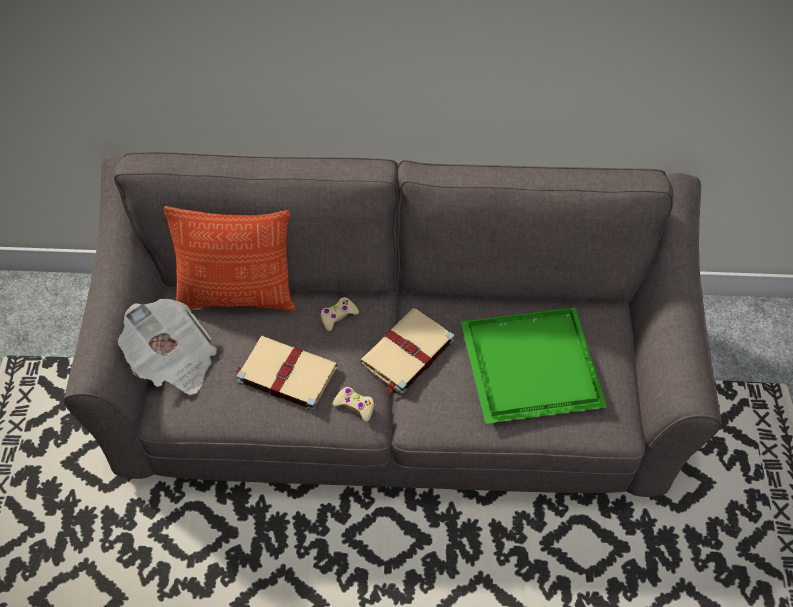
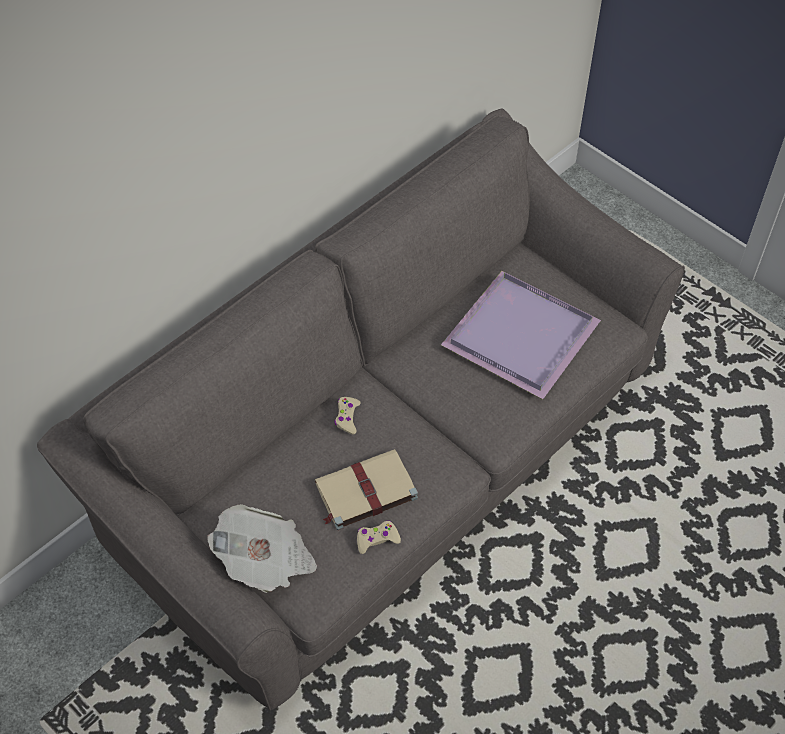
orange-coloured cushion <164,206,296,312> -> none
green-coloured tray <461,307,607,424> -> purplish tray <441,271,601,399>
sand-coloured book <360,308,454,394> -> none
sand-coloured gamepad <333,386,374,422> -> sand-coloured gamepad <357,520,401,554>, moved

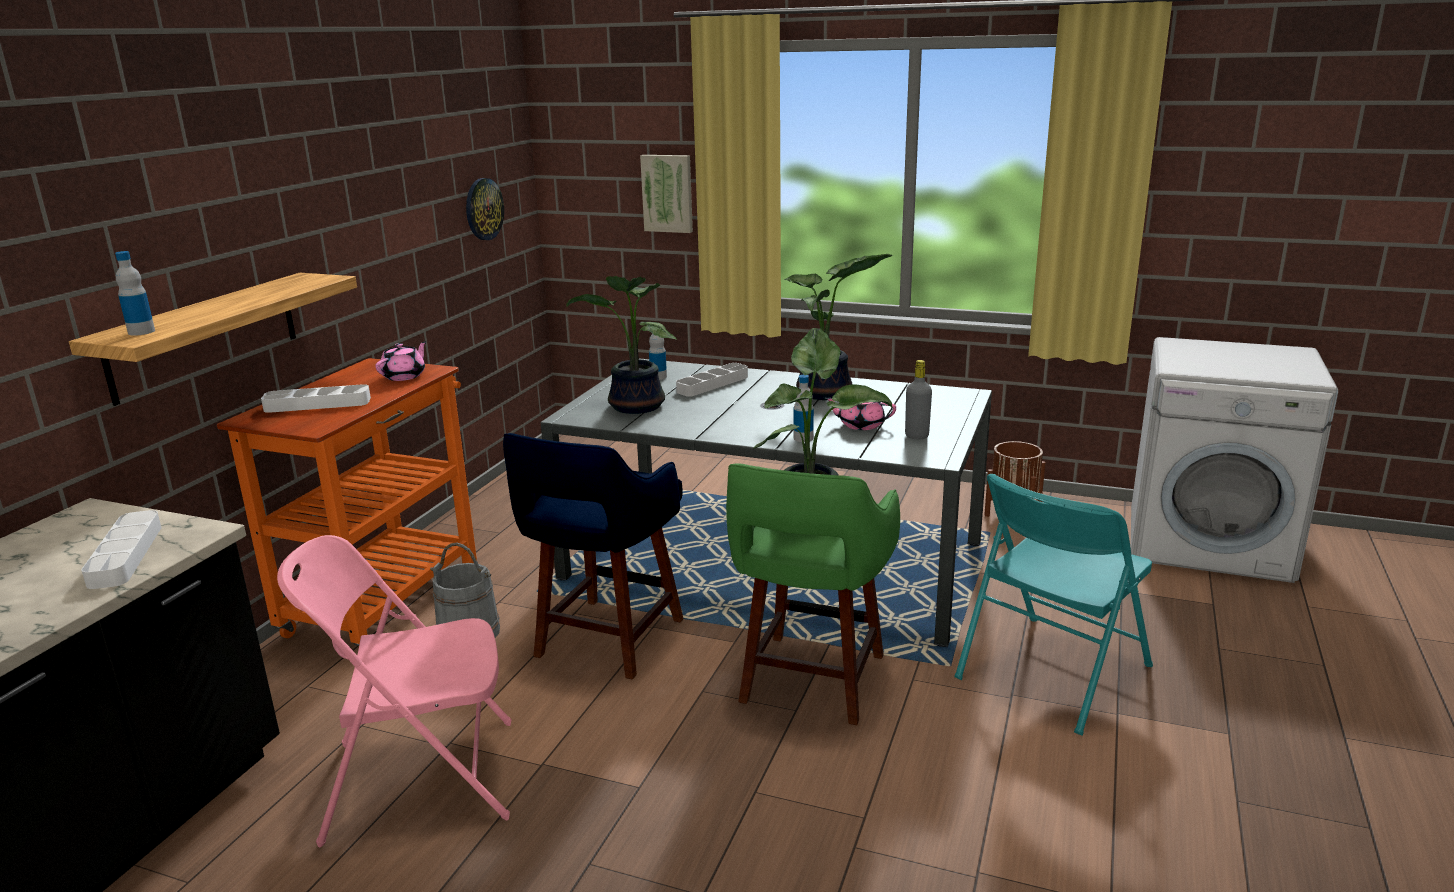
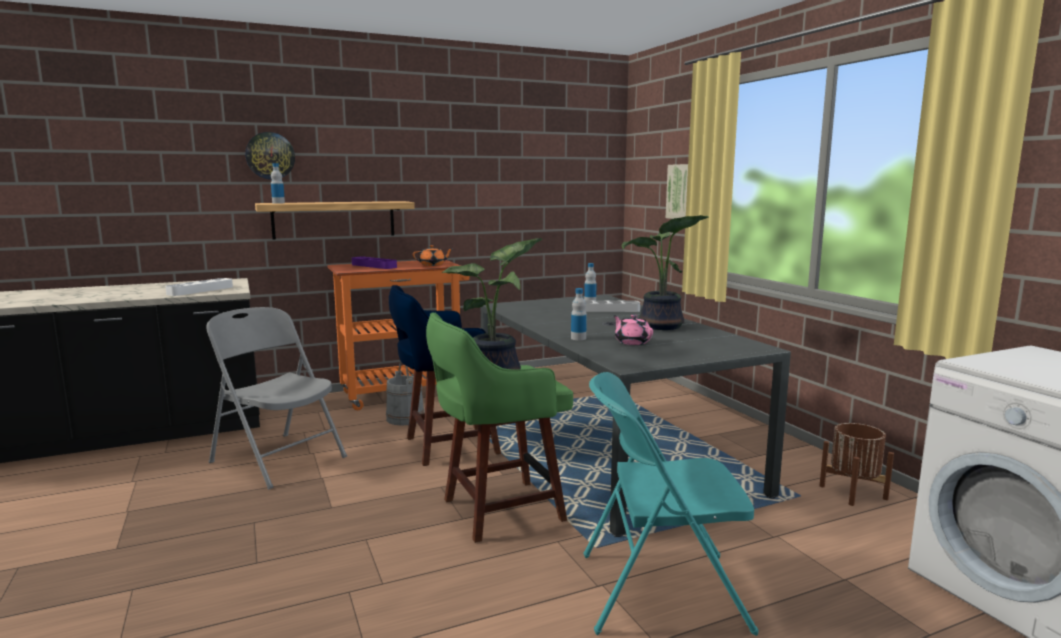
wall clock <466,178,504,240> -> wall clock <245,132,295,180>, moved
plant in a pot <567,276,677,414> -> none
pink pot for tea <375,341,427,381> -> orange-coloured pot for tea <413,245,452,266>
gray drink bottle <905,360,932,439> -> none
white tray <261,384,371,413> -> purplish tray <352,257,397,269>
pink plain chair <277,535,511,848> -> gray plain chair <206,307,347,490>

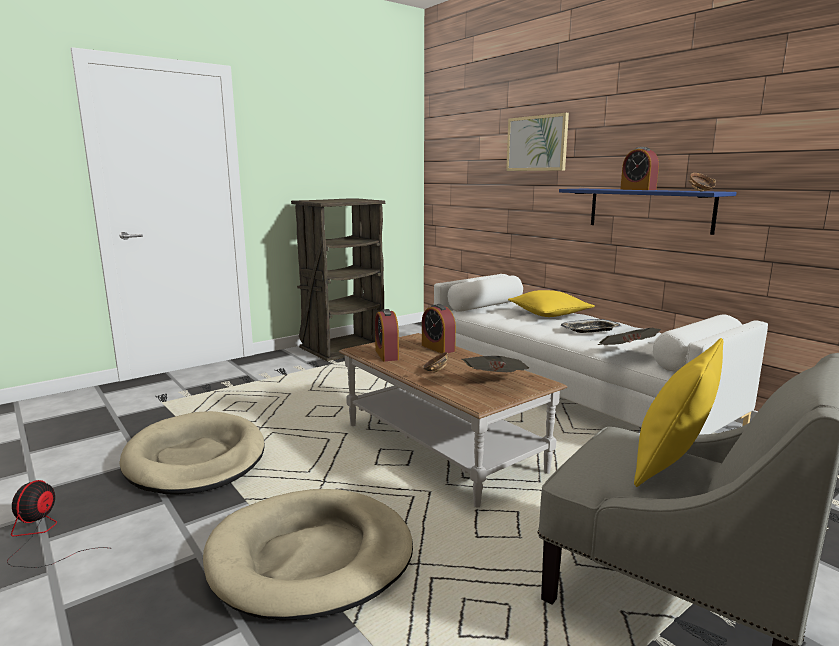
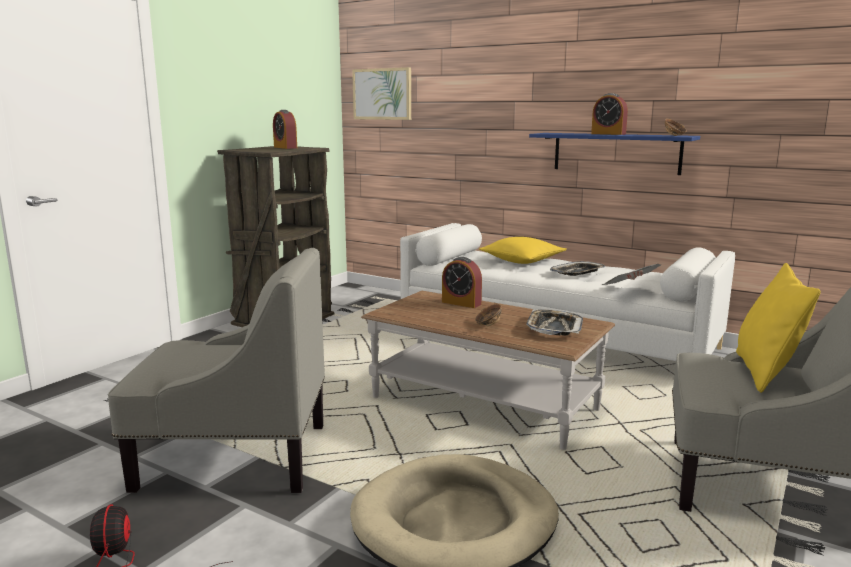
wall art <506,113,569,171> -> wall art <352,67,411,120>, moved
table clock <375,309,399,362> -> table clock <273,110,297,149>, moved
newspaper <461,356,529,372> -> tray <526,309,583,336>
sand-coloured dog bed <120,411,265,495> -> gray easy chair <108,248,325,493>

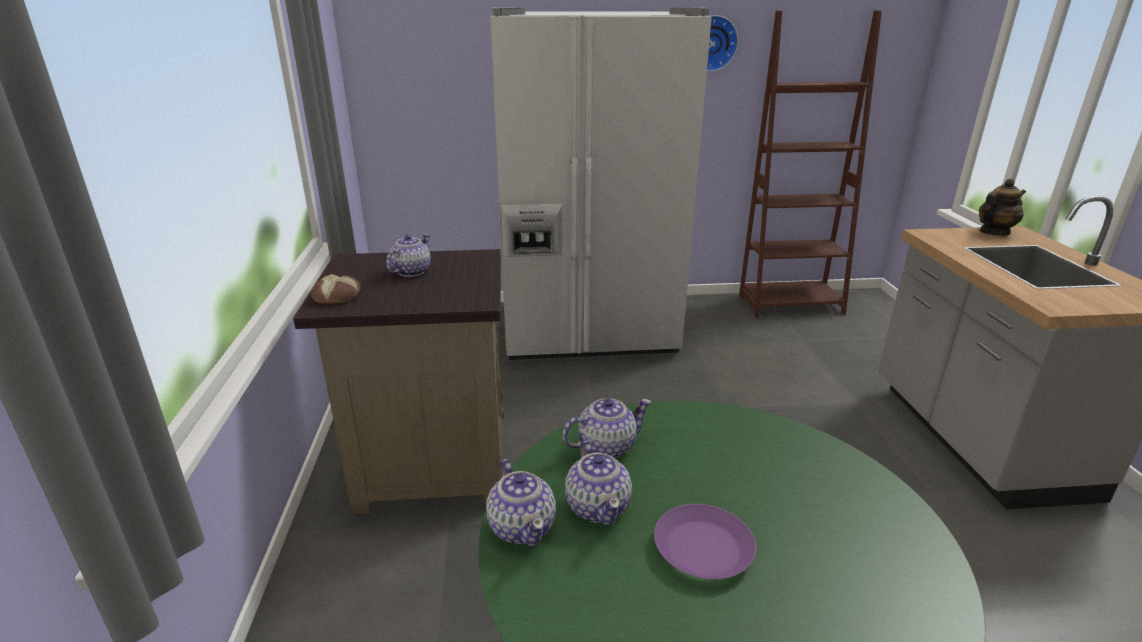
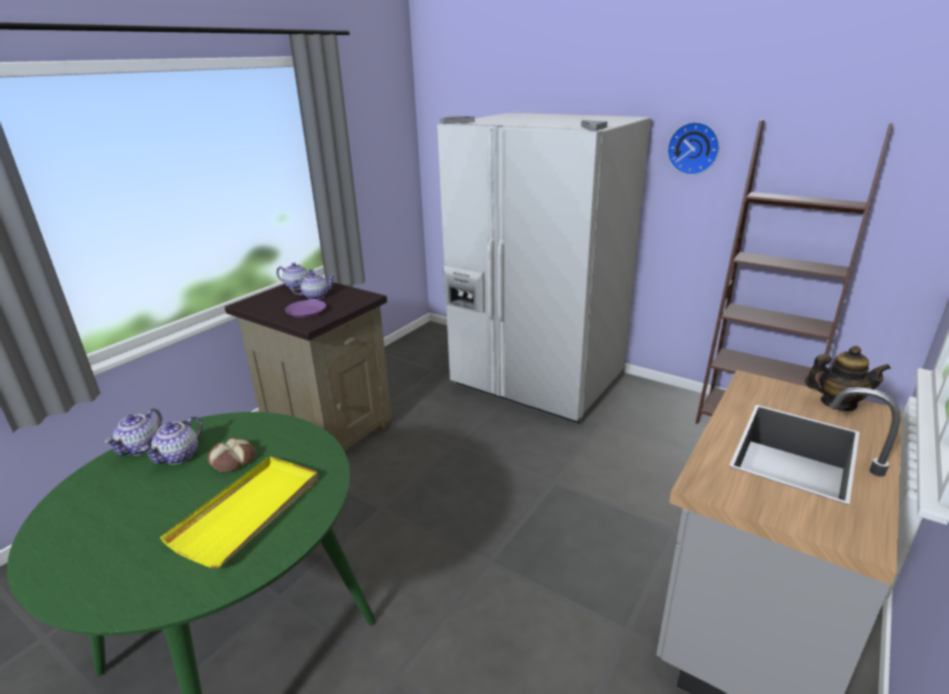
bakery bread <311,274,360,304> -> bakery bread <207,438,256,472>, moved
pot for tea <562,398,652,458> -> pot for tea <277,263,314,290>, moved
purplish plate <654,504,756,579> -> purplish plate <285,300,326,318>, moved
none -> yellowish tray <160,456,318,568>

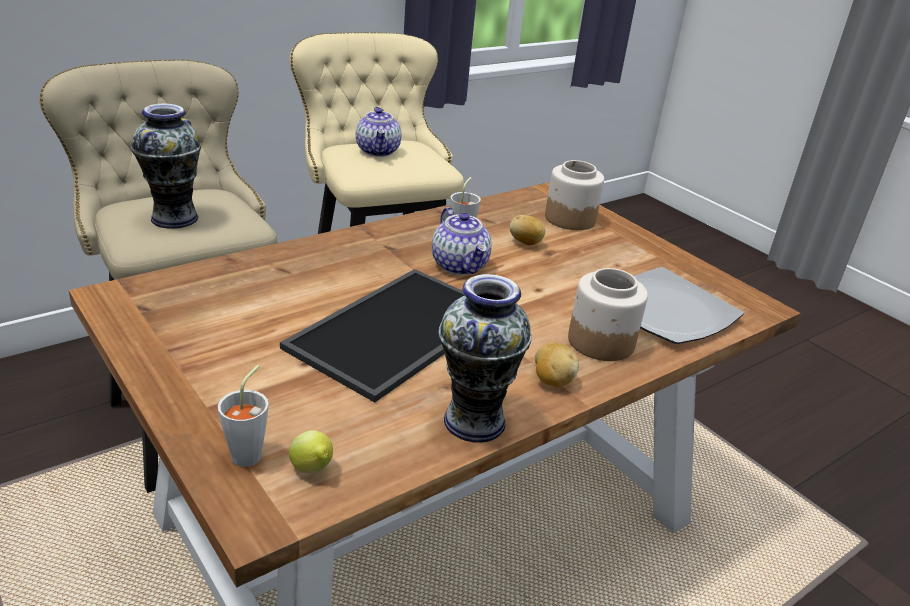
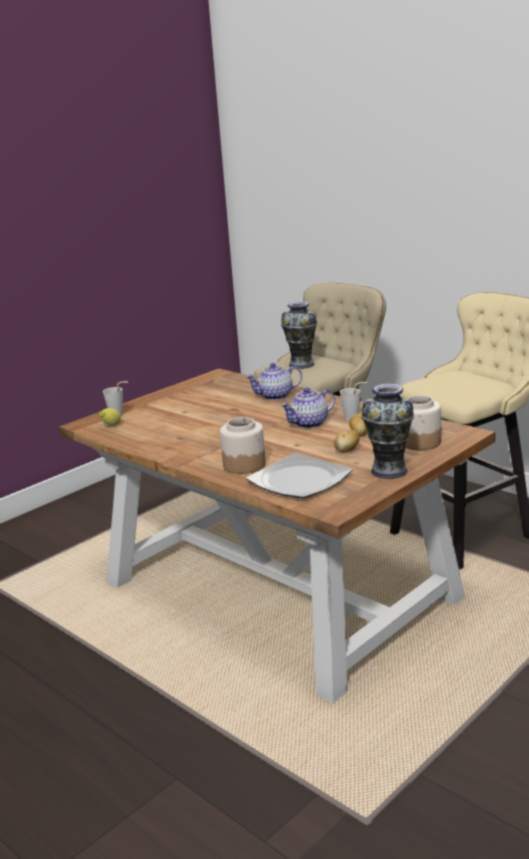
pot for tea <356,107,401,157> -> pot for tea <246,363,302,400>, moved
tray <280,269,465,403> -> none
flower vase <438,274,531,443> -> flower vase <362,384,414,479>, moved
potato <535,343,579,387> -> potato <334,430,360,452>, moved

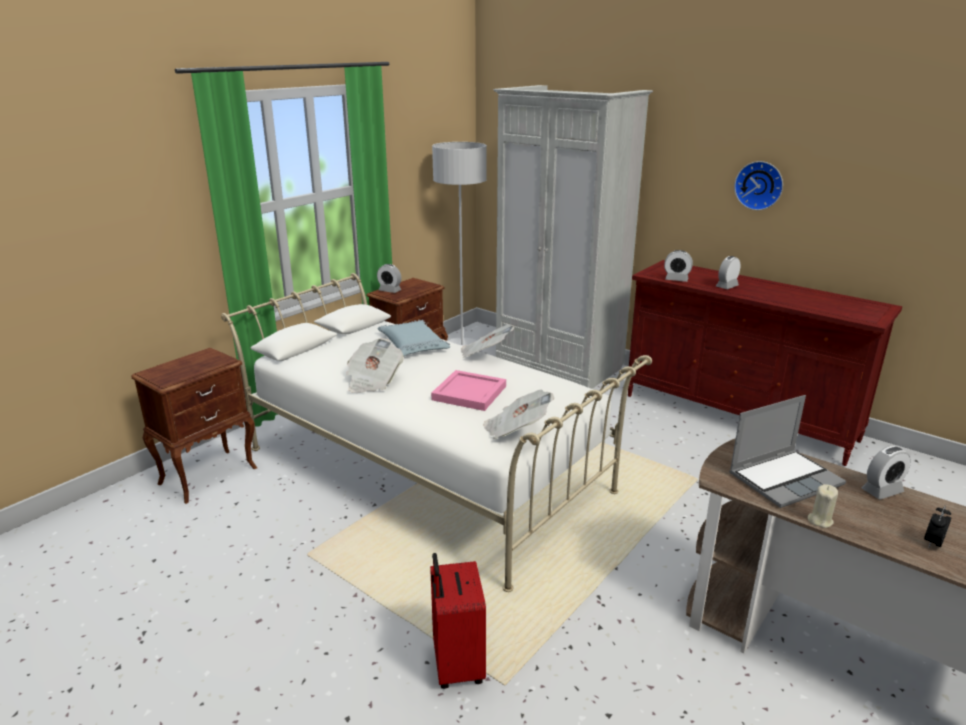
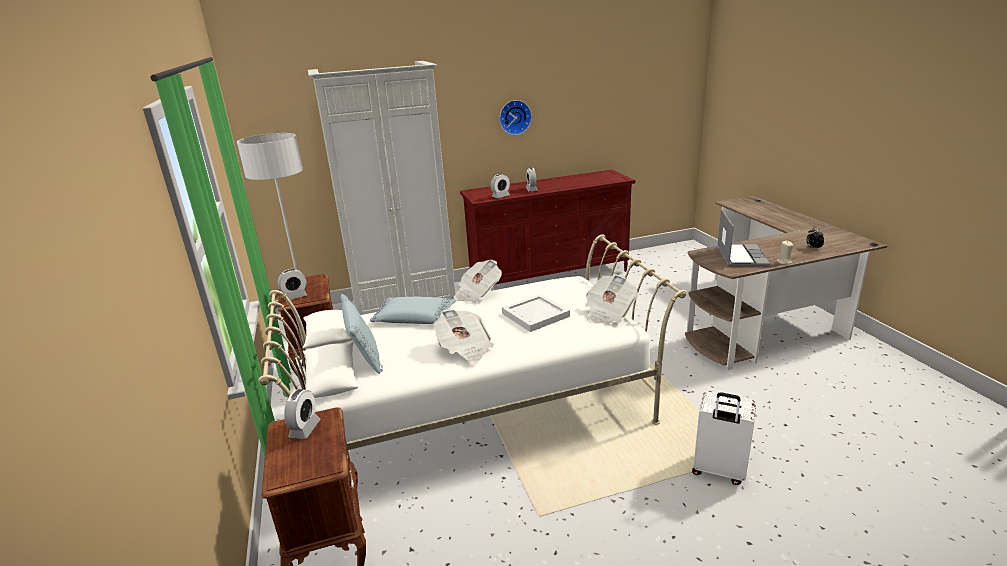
pink tray <431,370,506,411> -> white tray <502,294,570,332>
table clock <861,446,911,500> -> table clock <284,389,321,439>, moved
red-coloured piece of luggage <430,553,486,689> -> white piece of luggage <692,392,756,485>
none -> bluish cushion <341,294,383,374>

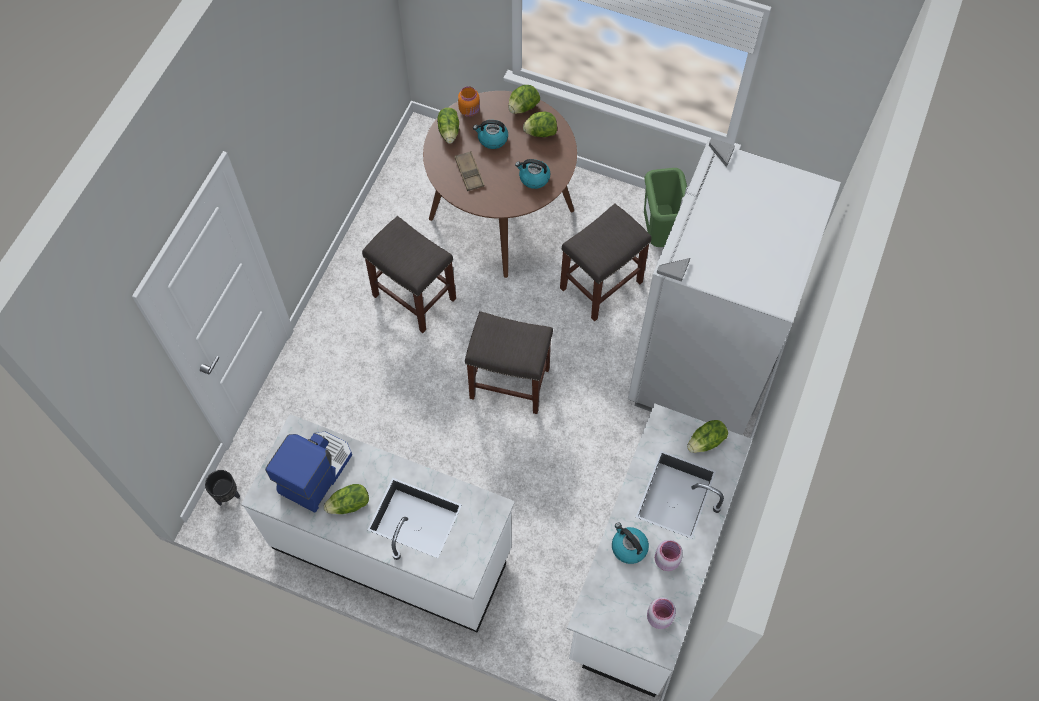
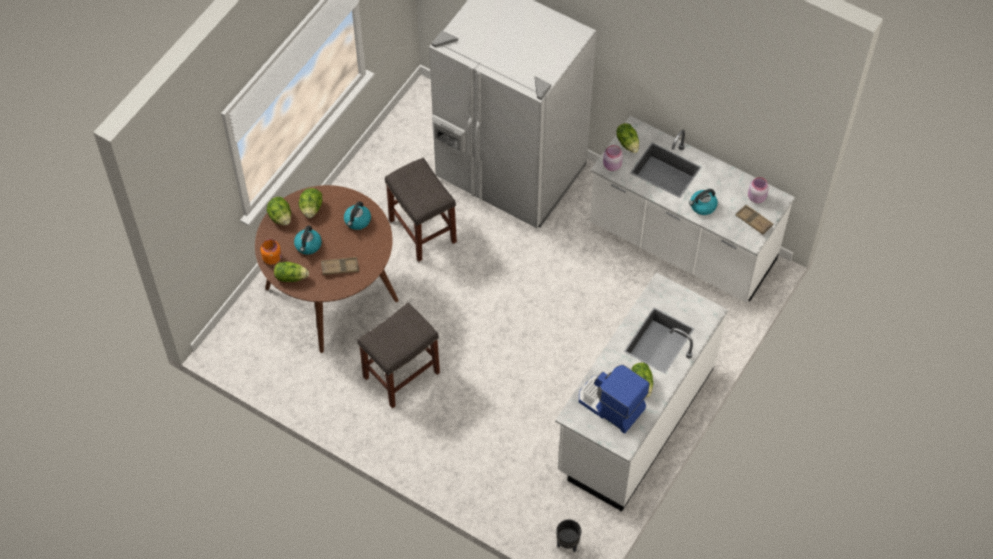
green-coloured waste bin <644,168,687,247> -> none
gray stool seat <465,311,553,414> -> none
pink jar <655,540,683,571> -> pink jar <603,145,623,171>, moved
none -> brown-coloured tray <735,205,773,235>

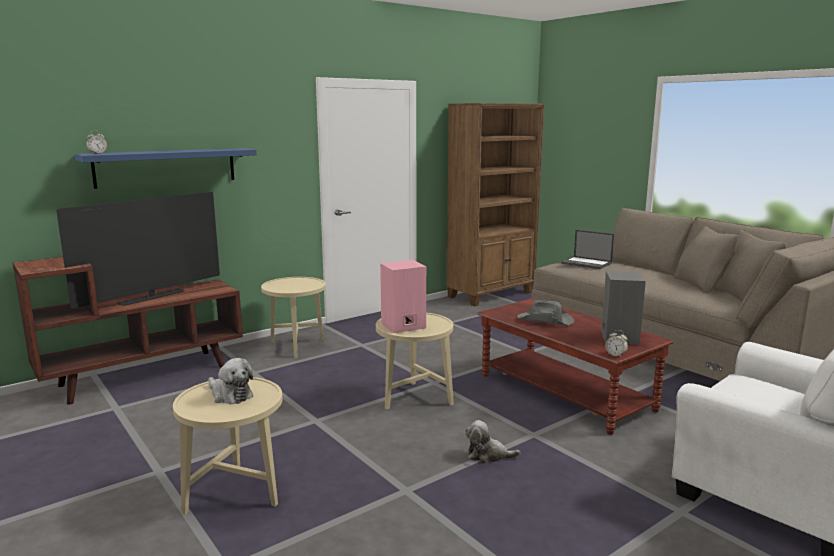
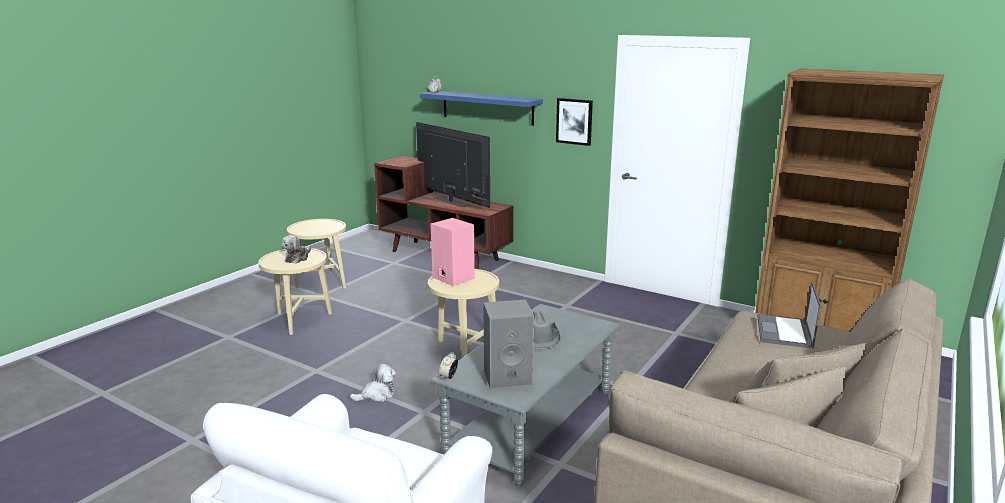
TV set <56,192,220,309> -> TV set <416,122,490,208>, 150 degrees counterclockwise
sand-coloured accent table <261,277,326,358> -> sand-coloured accent table <287,219,346,289>, moved
brown-coloured lounge table <477,298,674,435> -> gray lounge table <431,304,620,487>
cuddly toy <465,420,520,464> -> cuddly toy <350,363,396,402>, 75 degrees clockwise
none -> wall art <556,98,593,146>

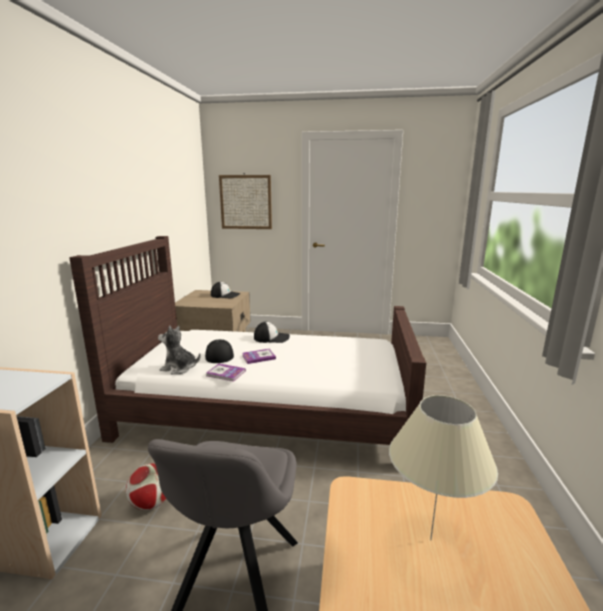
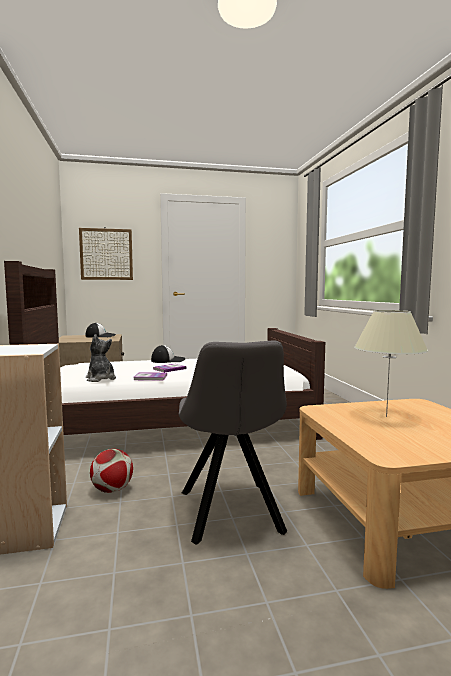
cuddly toy <158,326,200,375> -> cuddly toy <86,334,116,382>, 60 degrees clockwise
peaked cap <205,339,234,363> -> none

